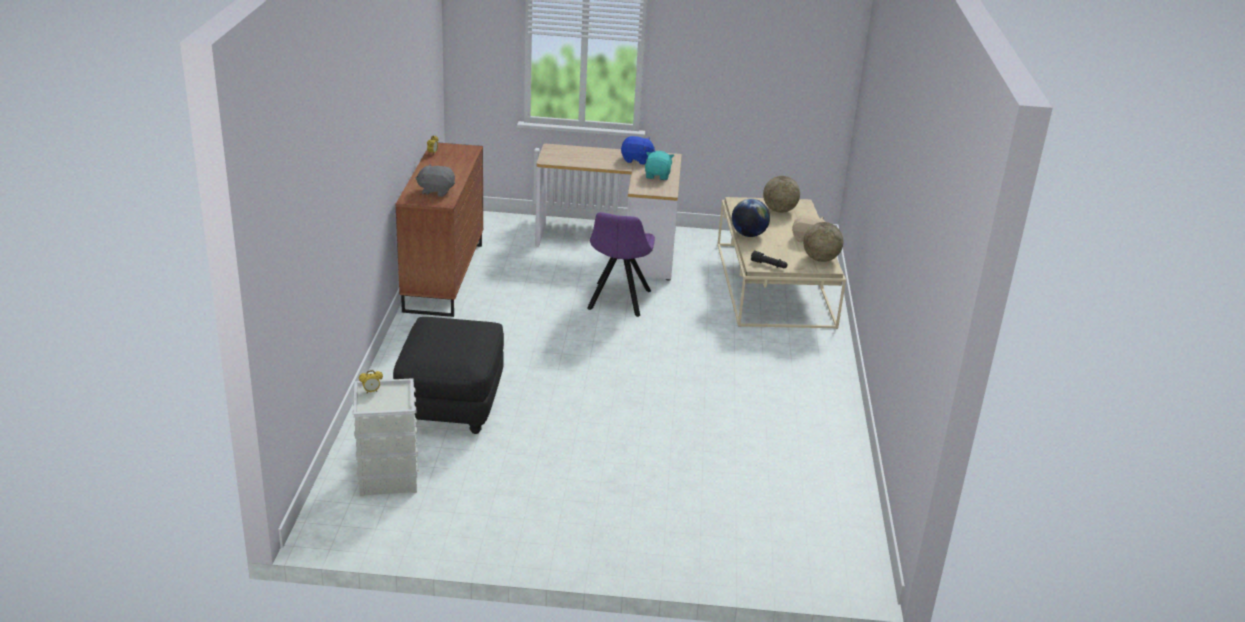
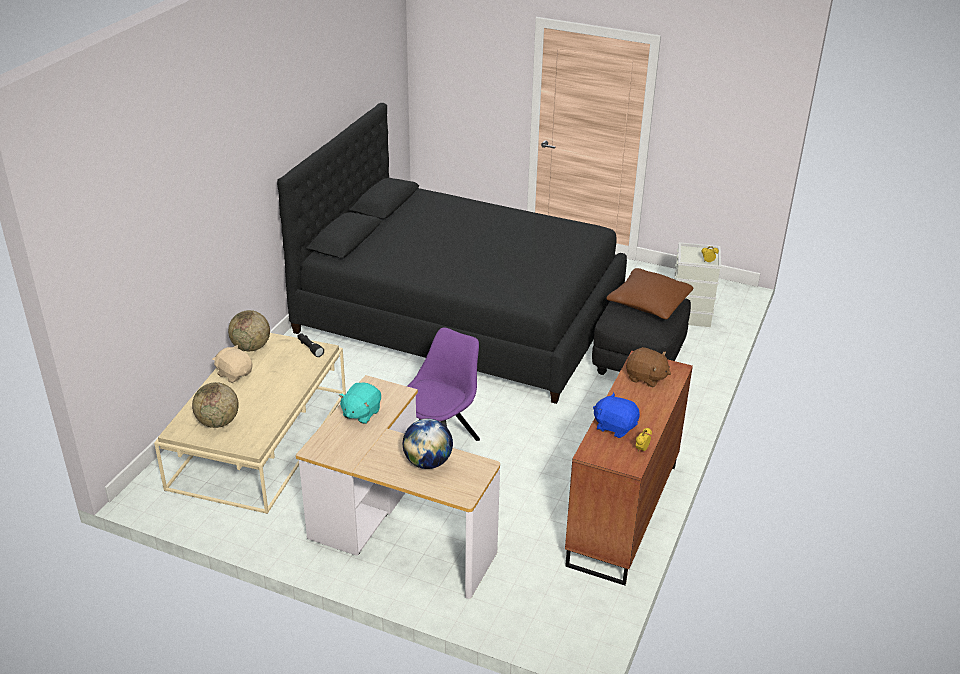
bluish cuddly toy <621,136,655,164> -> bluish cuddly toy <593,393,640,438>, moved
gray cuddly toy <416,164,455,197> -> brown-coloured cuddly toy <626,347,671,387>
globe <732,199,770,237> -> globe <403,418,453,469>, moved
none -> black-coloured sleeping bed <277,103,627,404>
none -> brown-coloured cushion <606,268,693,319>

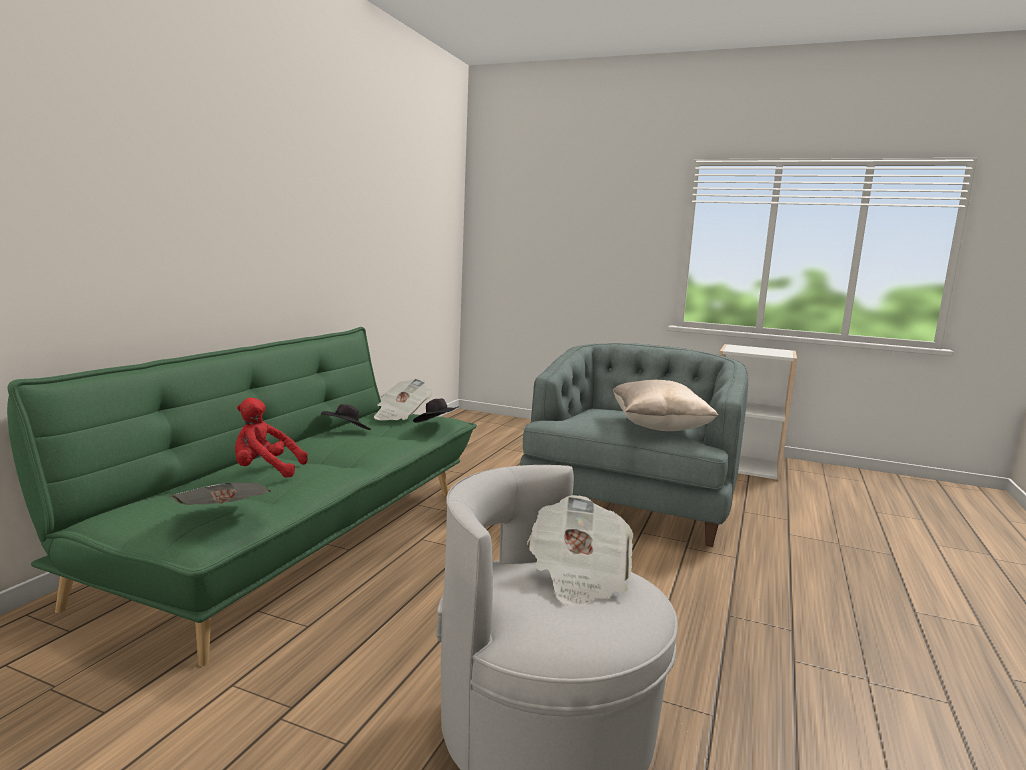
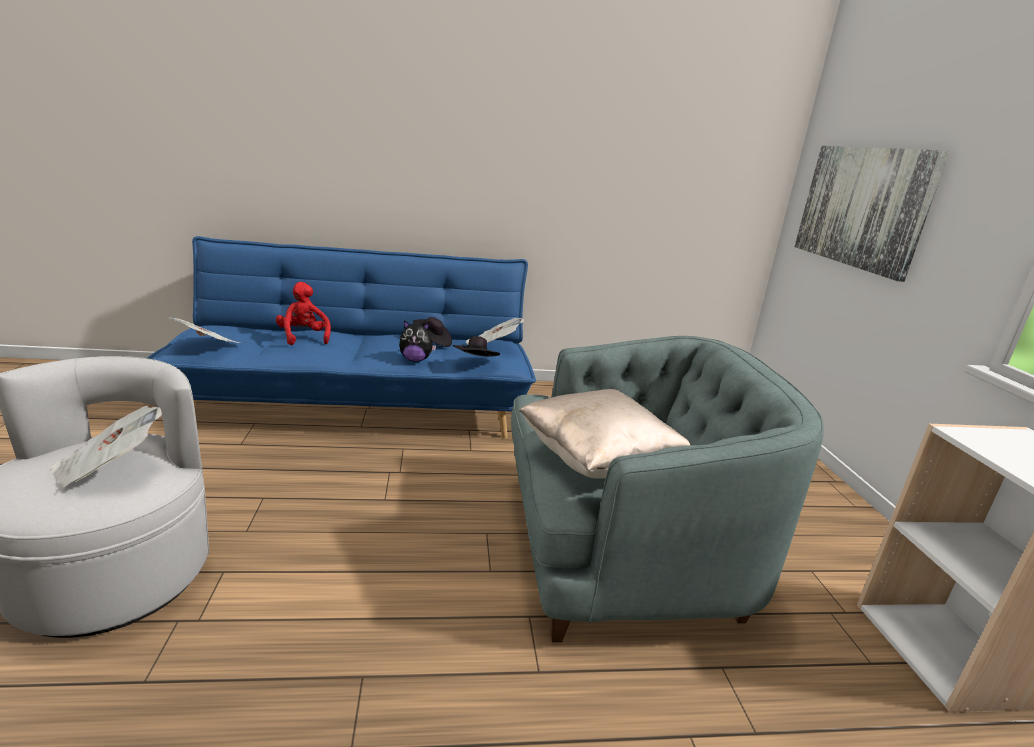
green-coloured settee <7,327,477,666> -> bluish settee <148,236,536,438>
none -> wall art <794,146,949,282>
none -> cuddly toy <399,320,436,362>

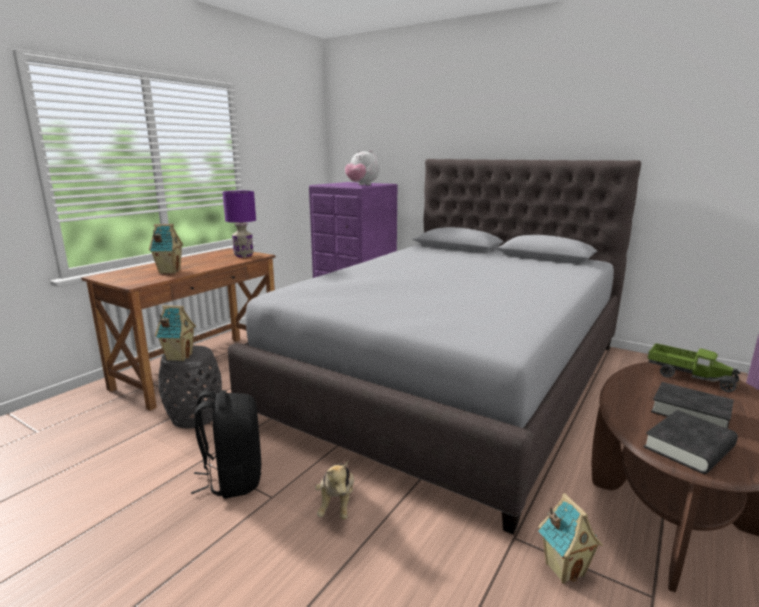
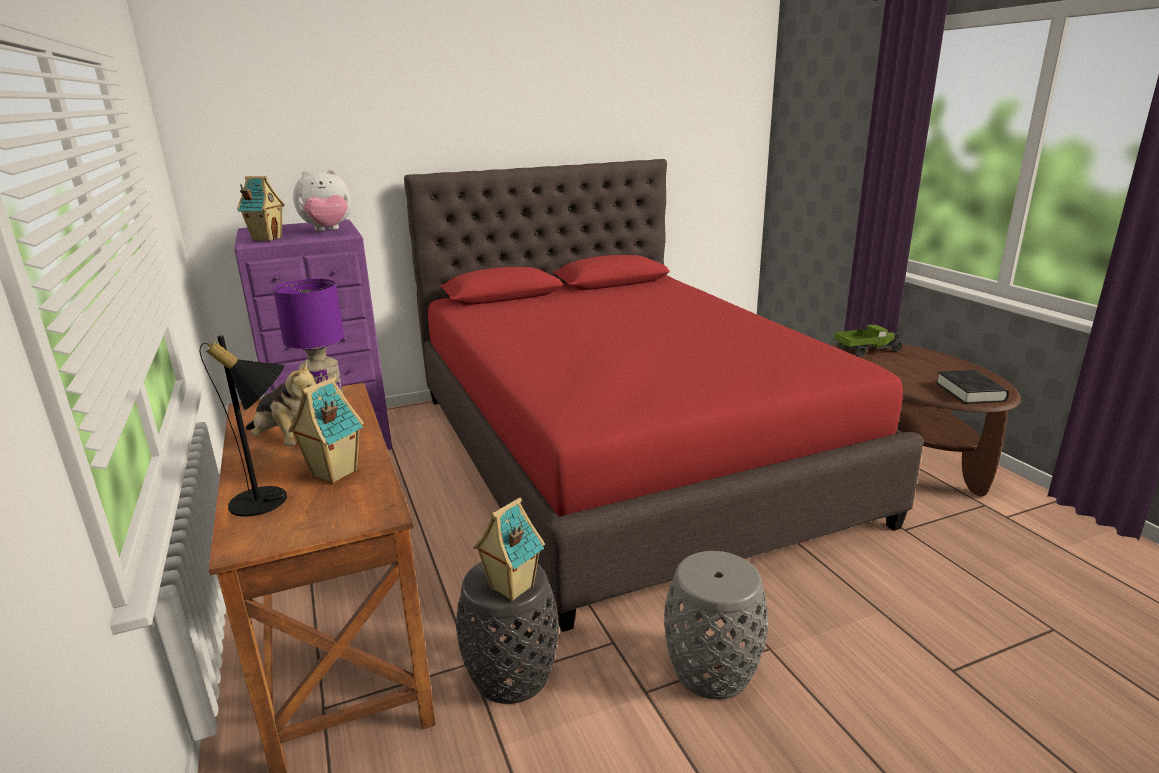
gray sleeping bed <228,159,641,535> -> red-coloured sleeping bed <404,159,924,632>
black-coloured book <651,382,734,429> -> none
black-coloured knapsack <191,390,261,499> -> gray stool seat <664,551,768,699>
cuddly toy <315,461,354,520> -> cuddly toy <245,359,316,447>, moved
toy house <538,493,603,584> -> toy house <237,176,285,241>, moved
none -> black-coloured lamp for a table <200,335,287,517>

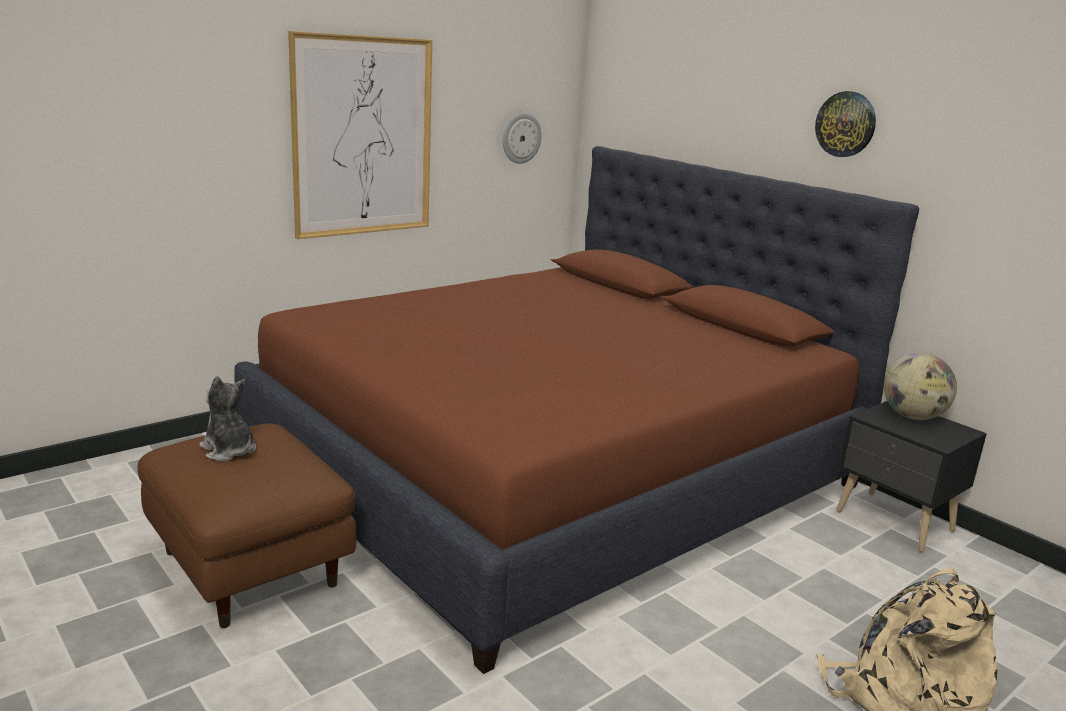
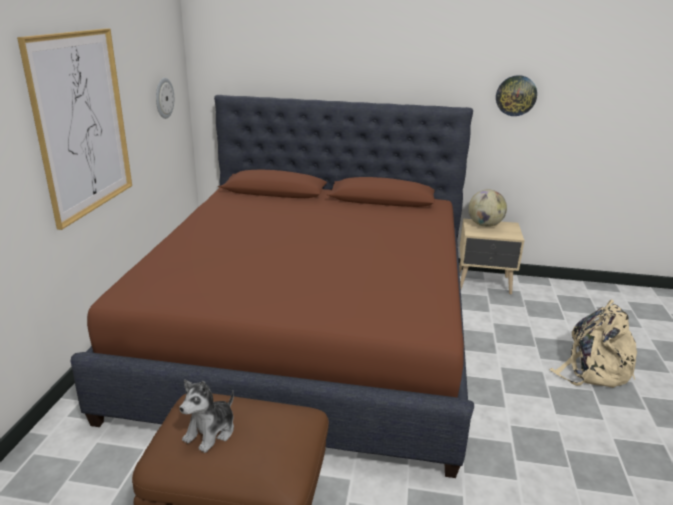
wall clock <815,91,876,157> -> wall clock <496,75,537,116>, moved
cuddly toy <199,376,256,461> -> cuddly toy <179,379,234,453>, 60 degrees counterclockwise
black-coloured night table <836,401,987,552> -> sand-coloured night table <459,219,525,294>

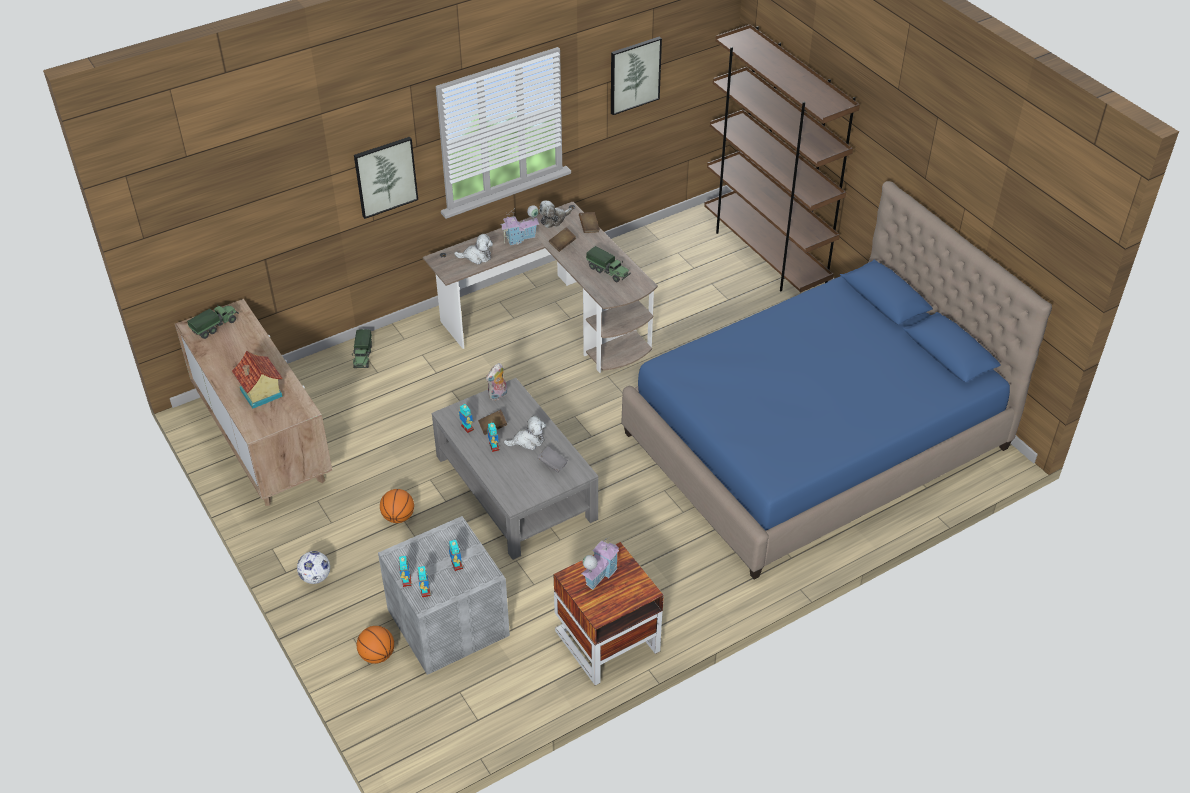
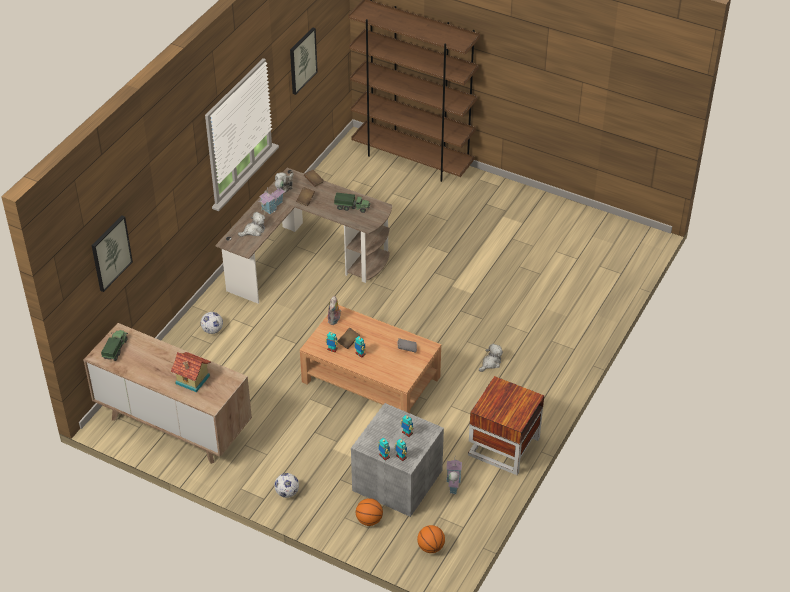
wall art <354,137,418,219> -> wall art <92,215,133,292>, moved
bluish sleeping bed <621,181,1052,580> -> none
toy truck <352,329,372,368> -> none
gray lounge table <432,378,599,560> -> brown-coloured lounge table <300,305,441,413>
cuddly toy <503,415,546,450> -> cuddly toy <479,344,503,372>, moved
ball for basketball <380,489,414,523> -> ball for basketball <417,525,445,553>, moved
toy house <581,538,619,590> -> toy house <446,456,462,494>, moved
none -> football <201,312,223,334>

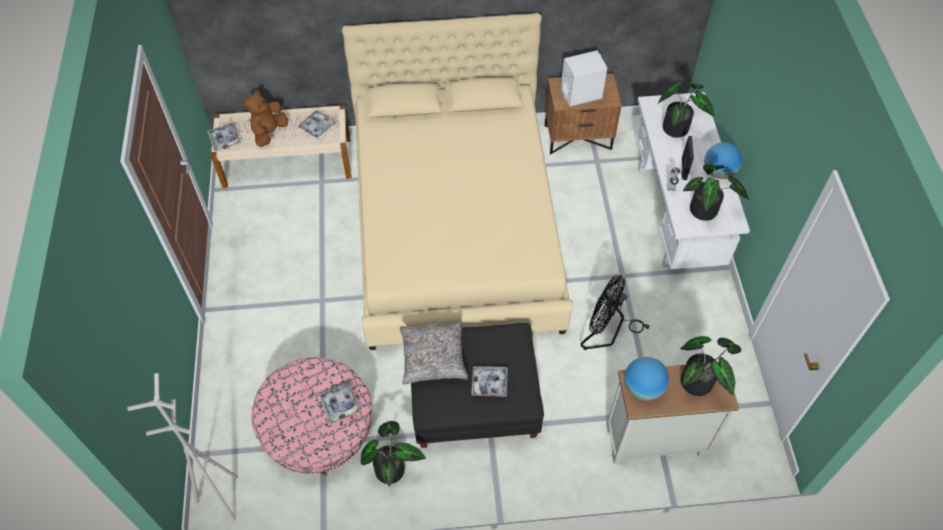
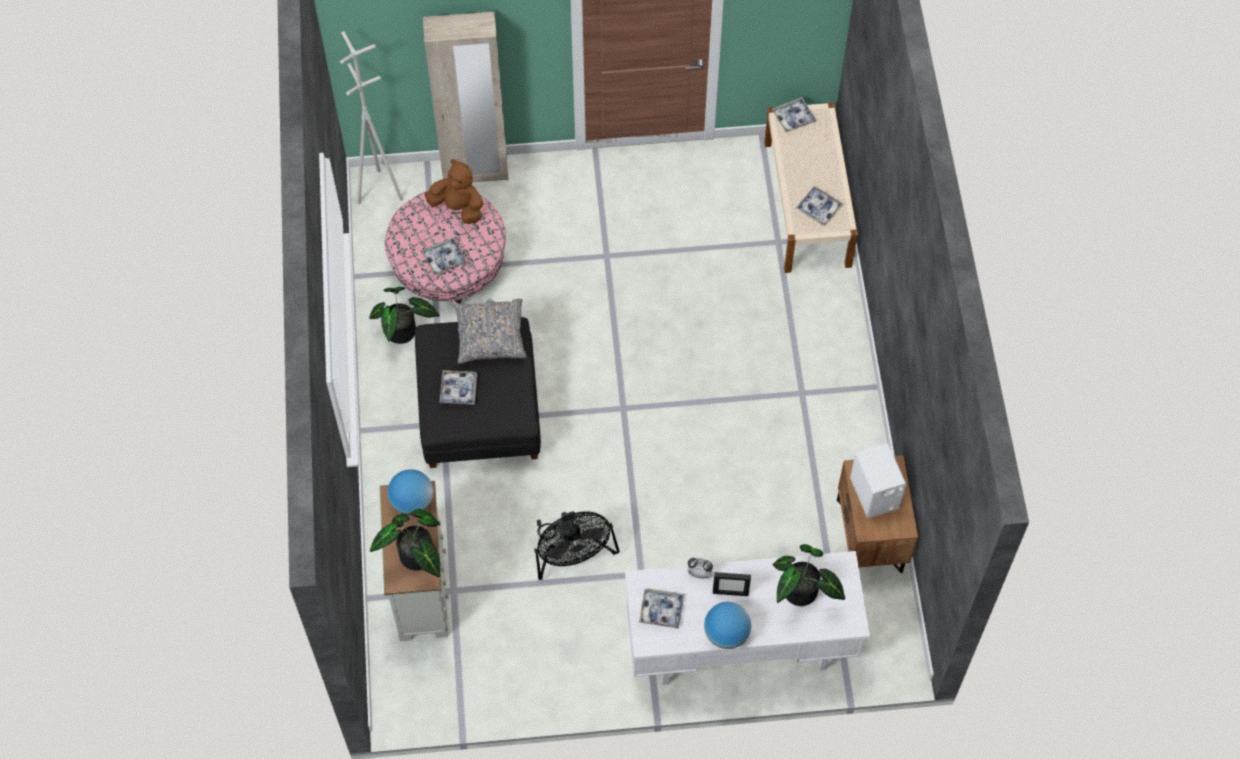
sand-coloured sleeping bed <342,13,573,350> -> none
brown-coloured cuddly toy <244,90,288,147> -> brown-coloured cuddly toy <425,159,483,224>, moved
plant in a pot <683,164,749,221> -> tray <639,589,684,629>
black-coloured electric fan <581,275,650,350> -> black-coloured electric fan <534,511,619,580>, 135 degrees clockwise
none -> sand-coloured wardrobe <423,12,509,183>

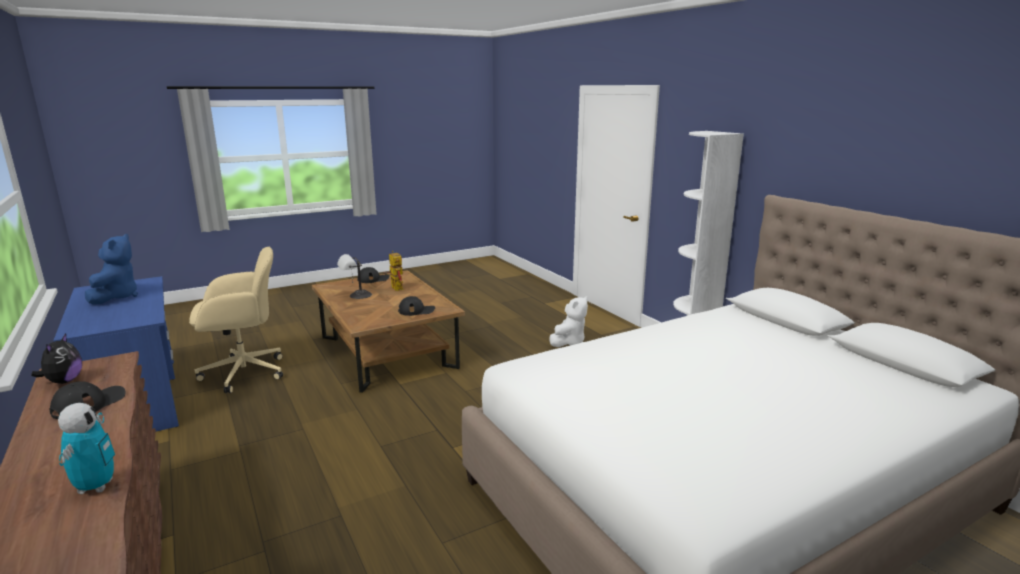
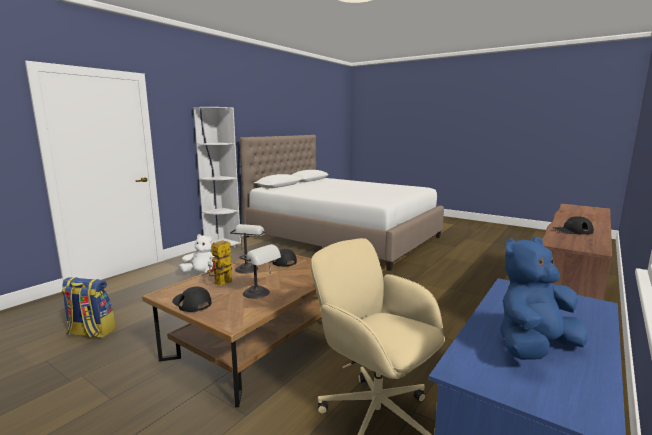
cuddly toy <31,334,82,384> -> none
toy robot <58,403,115,494> -> none
none -> lamp for a table <230,224,265,274>
none -> knapsack <61,277,116,338>

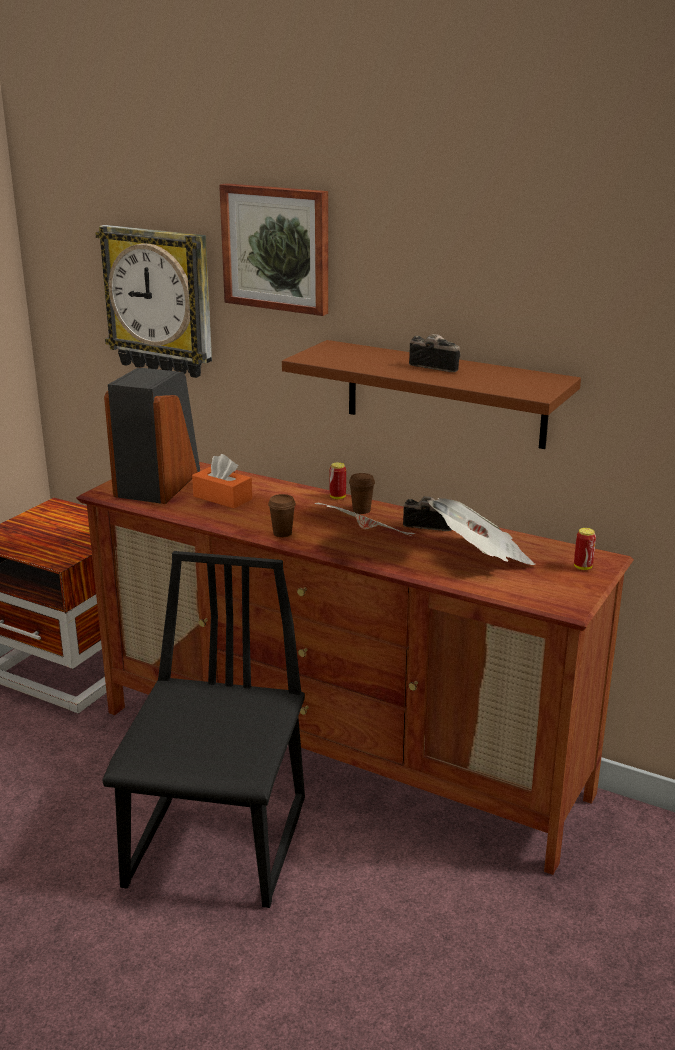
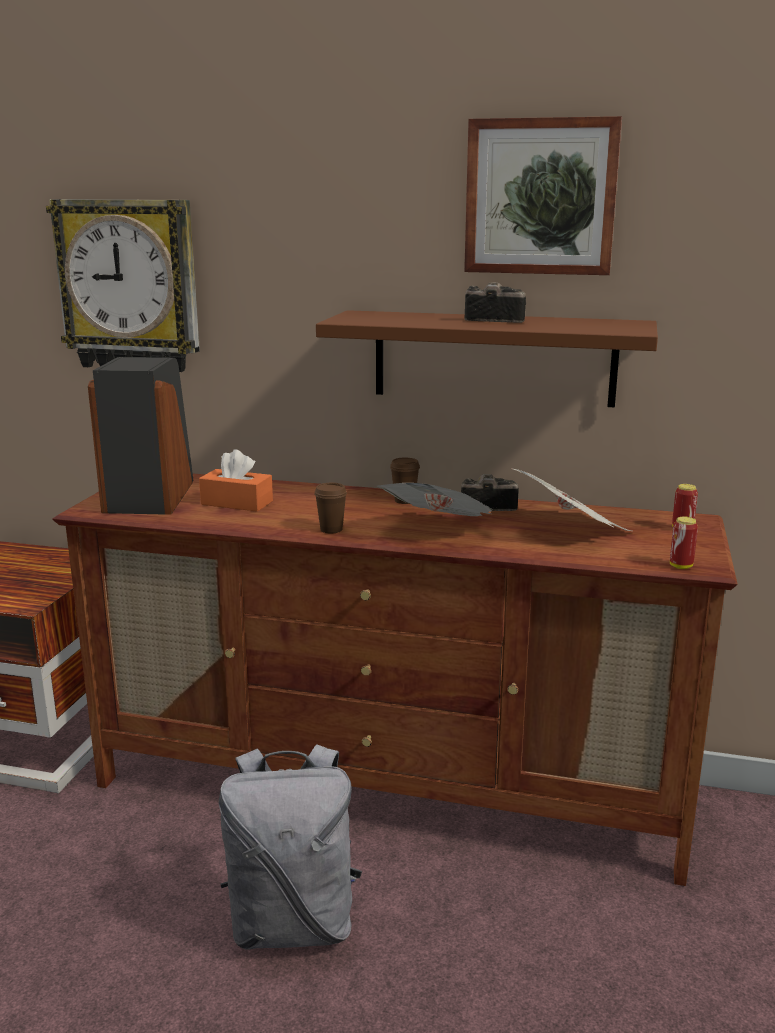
wall art <219,183,328,316> -> wall art <464,116,622,275>, moved
sealed can <329,462,346,499> -> sealed can <670,517,698,569>, moved
black-coloured plain chair <102,551,305,908> -> gray knapsack <219,744,362,950>

